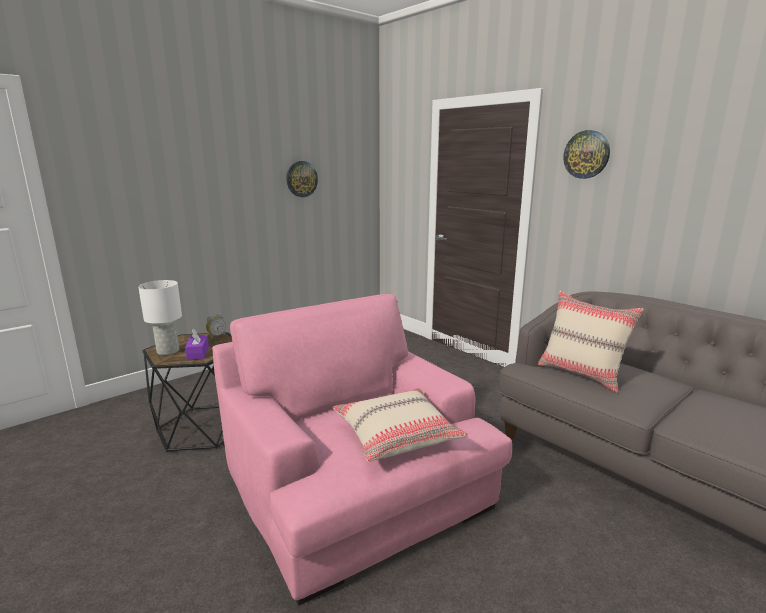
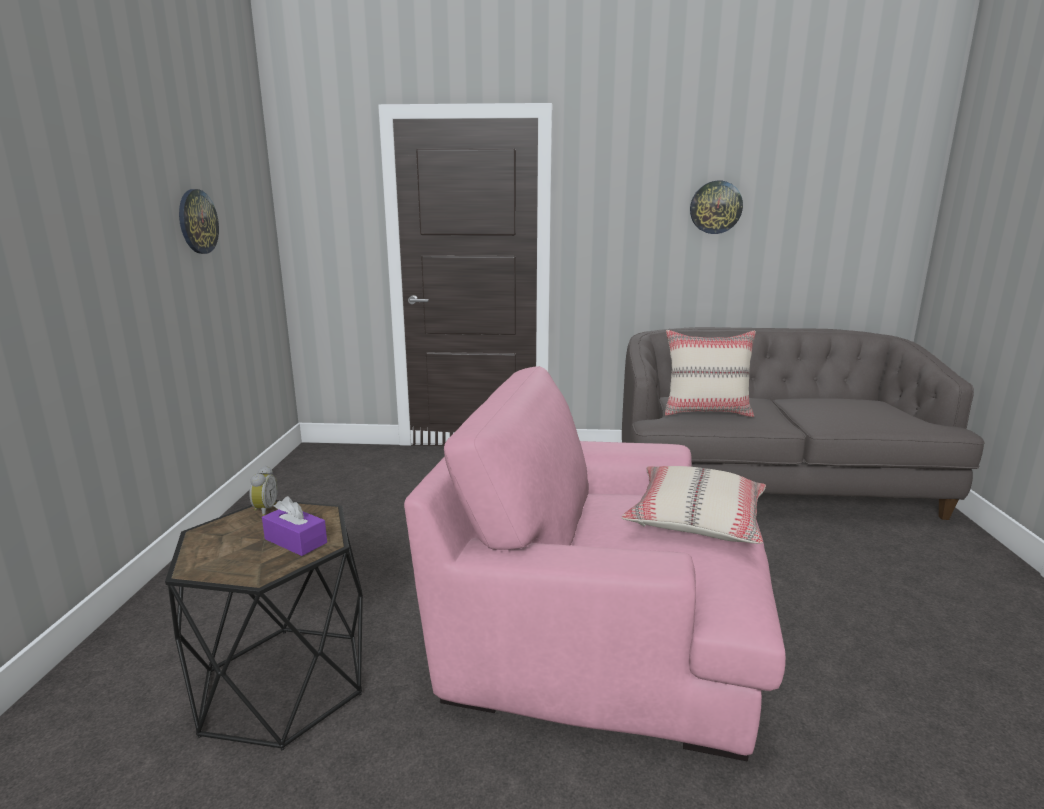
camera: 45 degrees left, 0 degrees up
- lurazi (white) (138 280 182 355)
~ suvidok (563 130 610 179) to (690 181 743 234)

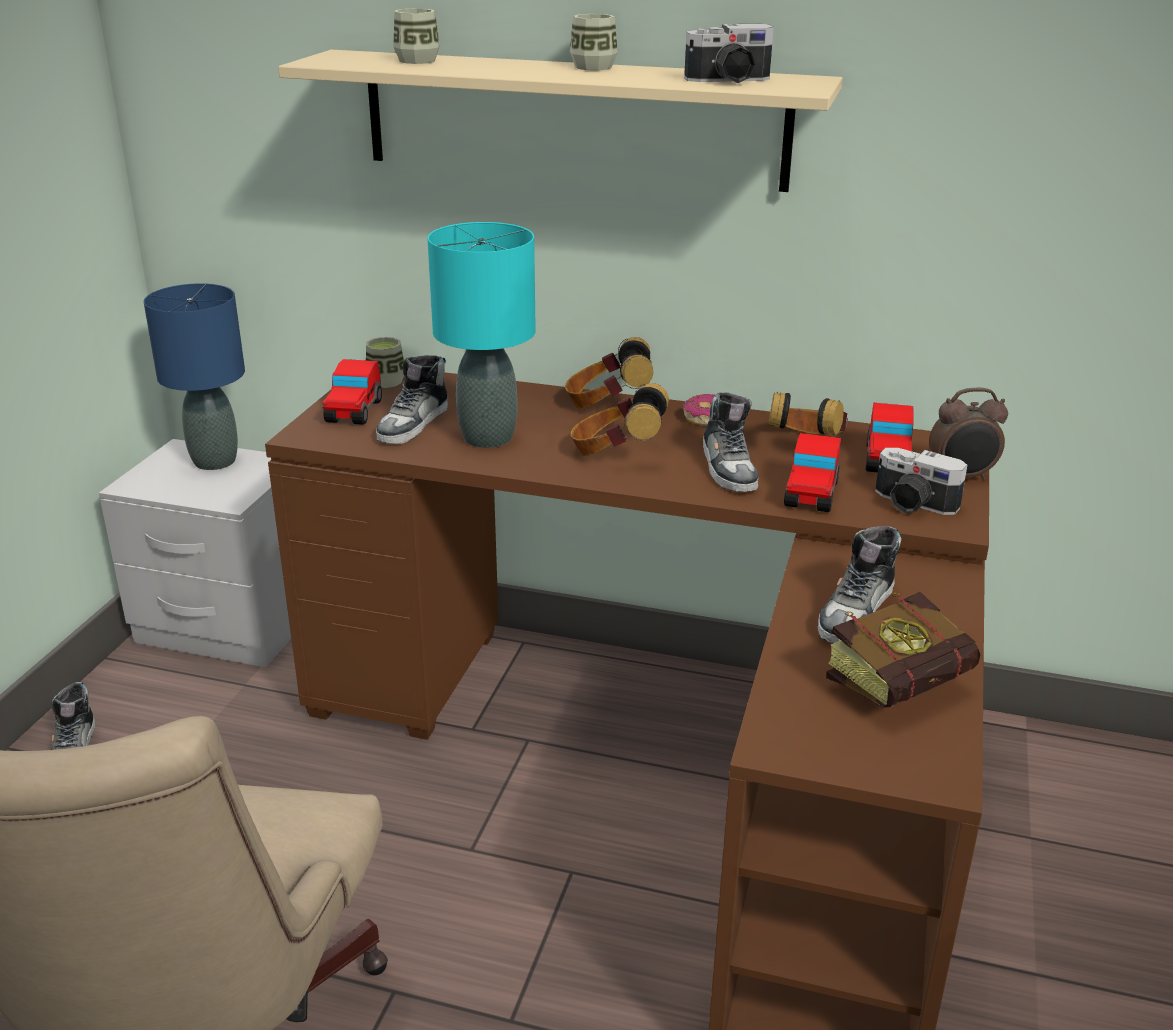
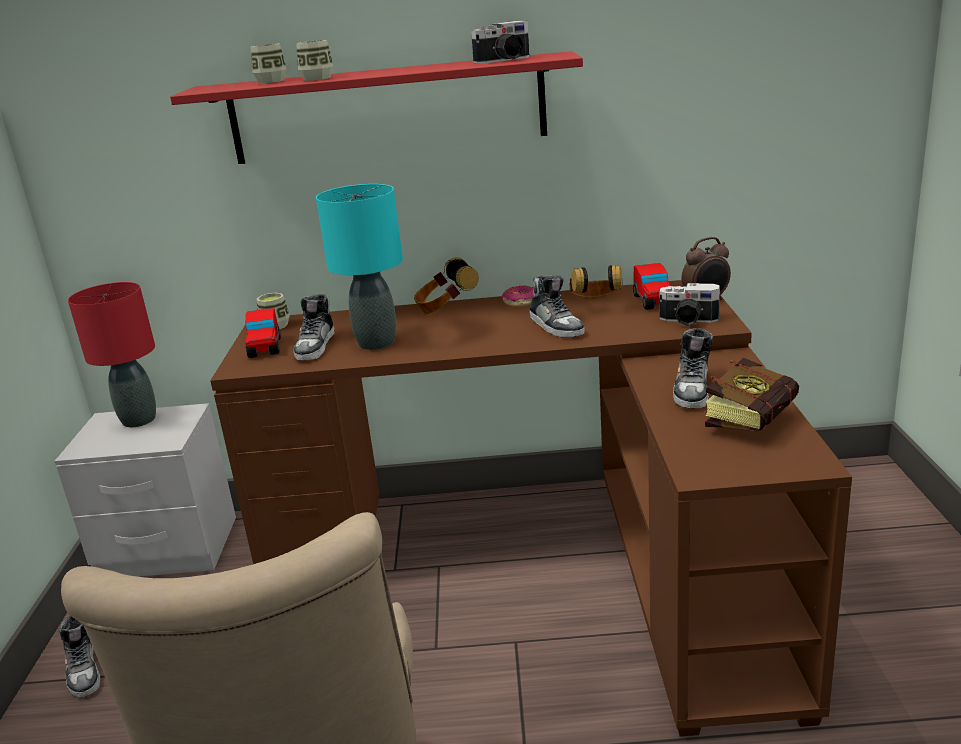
camera: 15 degrees left, 5 degrees down
- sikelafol (571 383 669 456)
- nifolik (784 433 841 512)
~ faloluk (570 14 618 71) to (296 40 333 81)
~ lurazi (blue) (144 283 245 470) to lurazi (red) (68 282 156 427)
~ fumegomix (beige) (278 50 843 192) to fumegomix (red) (170 51 583 164)

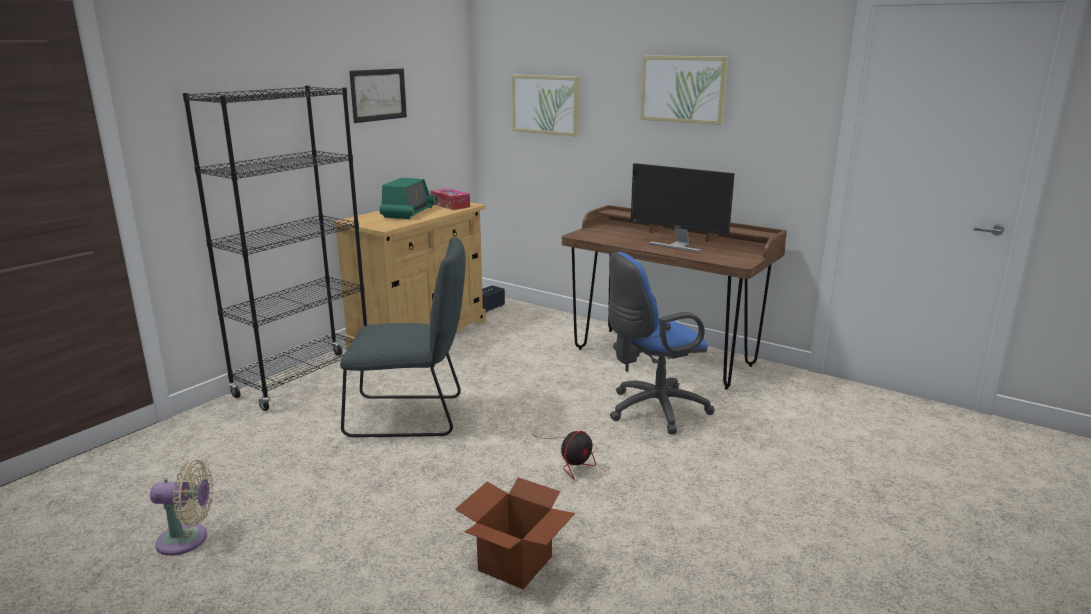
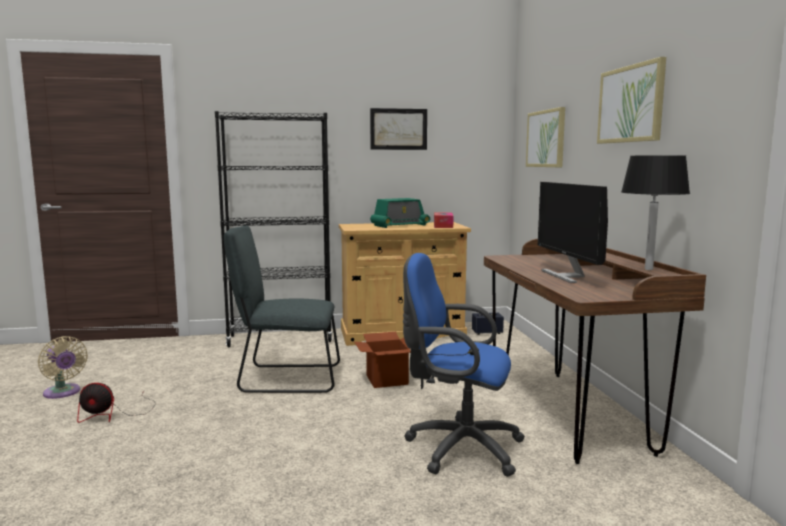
camera: 45 degrees right, 10 degrees down
+ lurazi (black) (621 155 690 270)
~ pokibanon (455 477 575 590) to (354 332 411 388)
~ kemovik (531 431 597 479) to (77 383 156 423)
~ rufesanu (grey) (340 237 466 437) = (224 225 340 393) 135 degrees clockwise

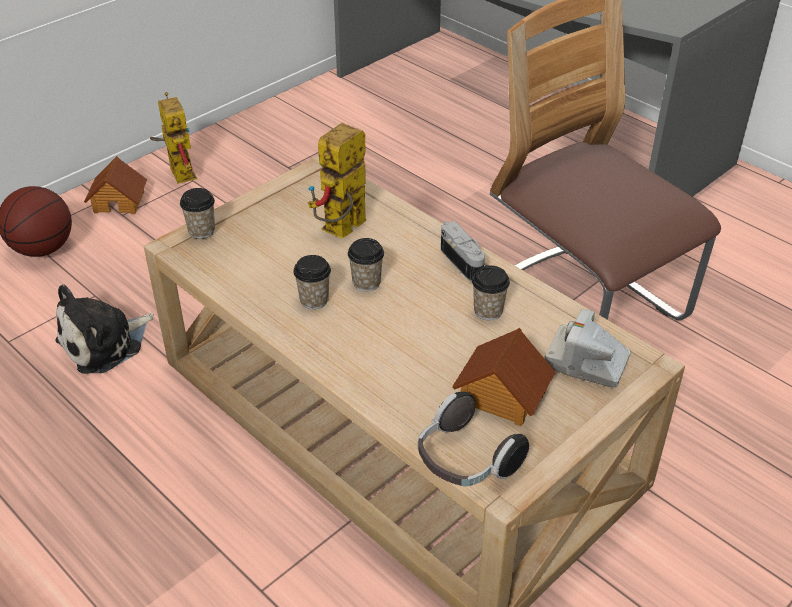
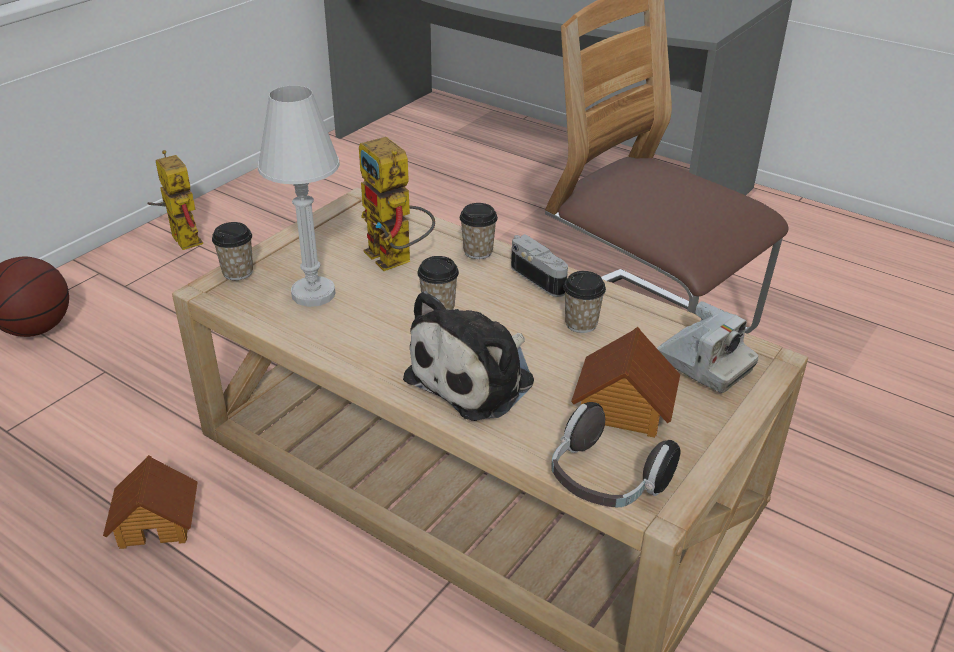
camera: 10 degrees left, 5 degrees down
+ lurazi (white) (258 85 340 307)
~ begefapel (55 284 154 374) to (403 291 534 421)
~ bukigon (84 156 147 214) to (103 455 198 549)
~ faloluk (293 255 331 309) to (460 203 498 259)
~ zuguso (308 123 366 239) = (359 137 435 271) 60 degrees counterclockwise
~ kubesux (544 309 630 388) = (657 301 758 393) 150 degrees counterclockwise

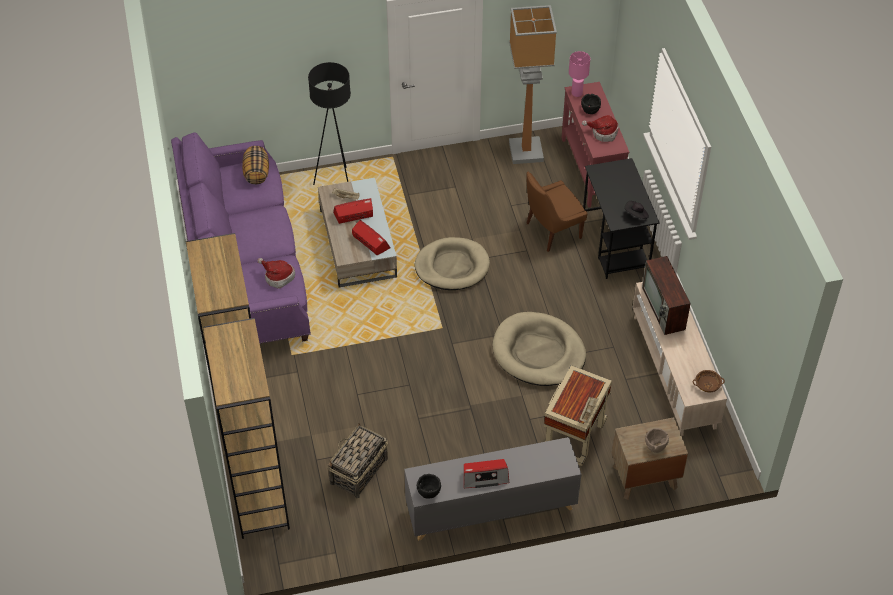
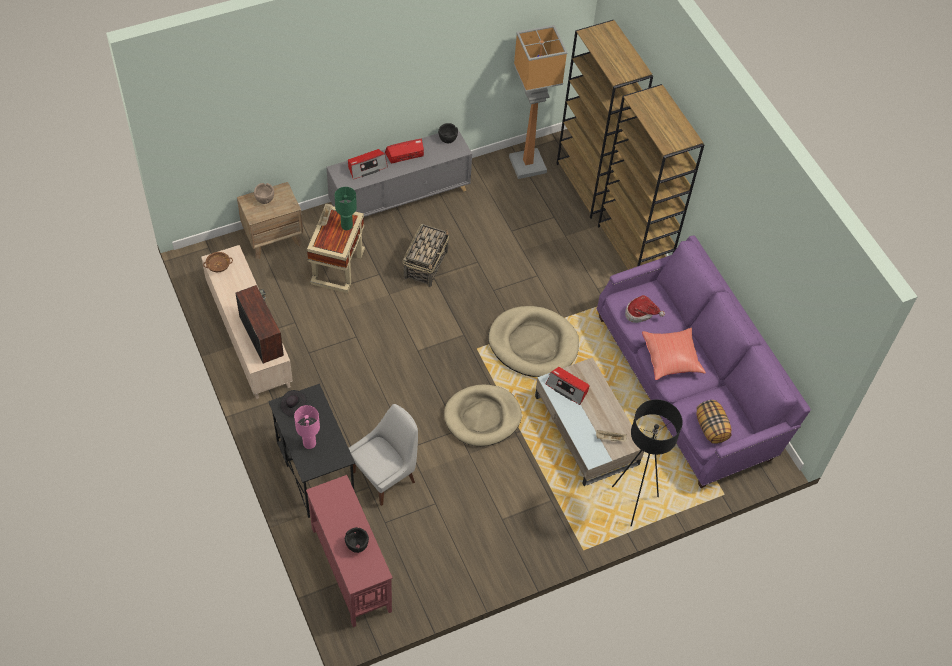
camera: 165 degrees right, 5 degrees up
- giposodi (582 115 619 142)
+ lurazi (green) (335 187 357 230)
+ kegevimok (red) (642 328 706 380)
~ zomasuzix (327 423 388 498) to (403 224 449 287)
~ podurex (333 198 373 224) to (348 149 388 180)
~ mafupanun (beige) (493 312 586 386) to (488 306 579 377)
~ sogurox (509 5 557 164) to (509 25 568 179)
~ lurazi (pink) (569 51 590 97) to (294 405 320 449)
~ rufesanu (brown) (526 172 588 252) to rufesanu (white) (349 404 418 506)

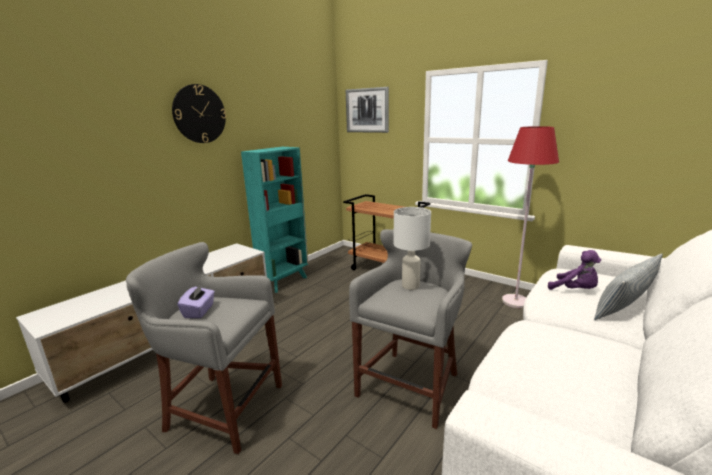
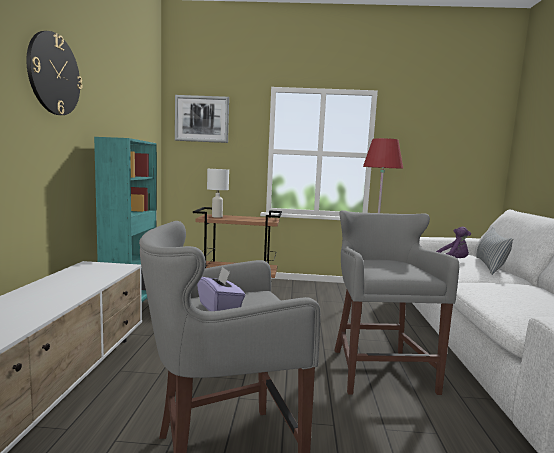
camera: 35 degrees left, 10 degrees down
~ lurazi (white) (394 207 431 290) to (207 169 229 218)

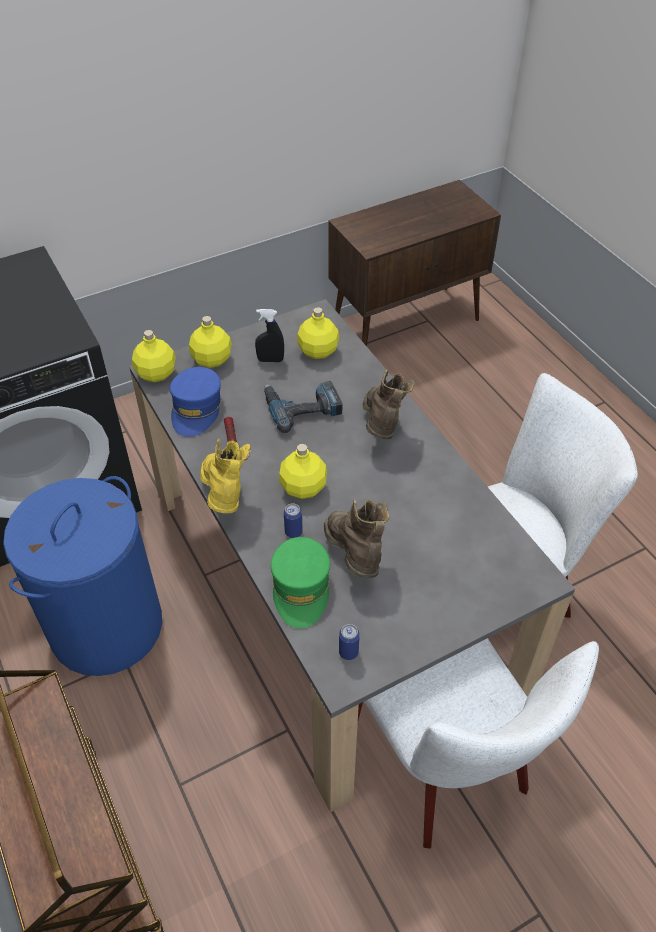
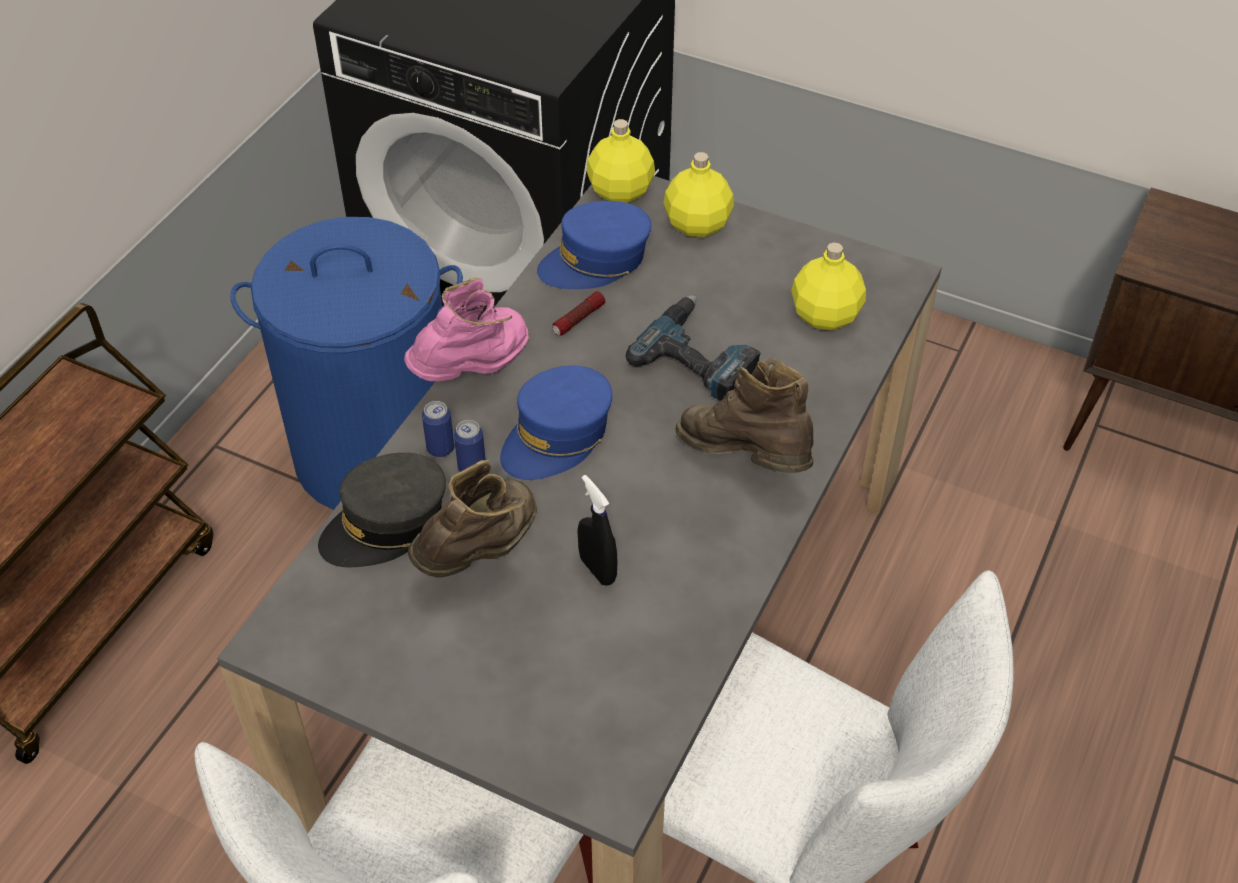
camera: 55 degrees right, 0 degrees up
~ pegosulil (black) (255 309 284 362) to (577 475 618 585)
~ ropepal (339 624 360 660) to (422 401 454 457)
~ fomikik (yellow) (279 444 327 499) to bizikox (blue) (500 366 612 480)
~ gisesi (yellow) (200 438 251 513) to gisesi (pink) (404 278 529 381)
~ bizikox (green) (271 537 330 628) to bizikox (grey) (318 453 446 568)
~ gisesi (brown) (363 369 415 439) = (675 358 813 474) 105 degrees counterclockwise

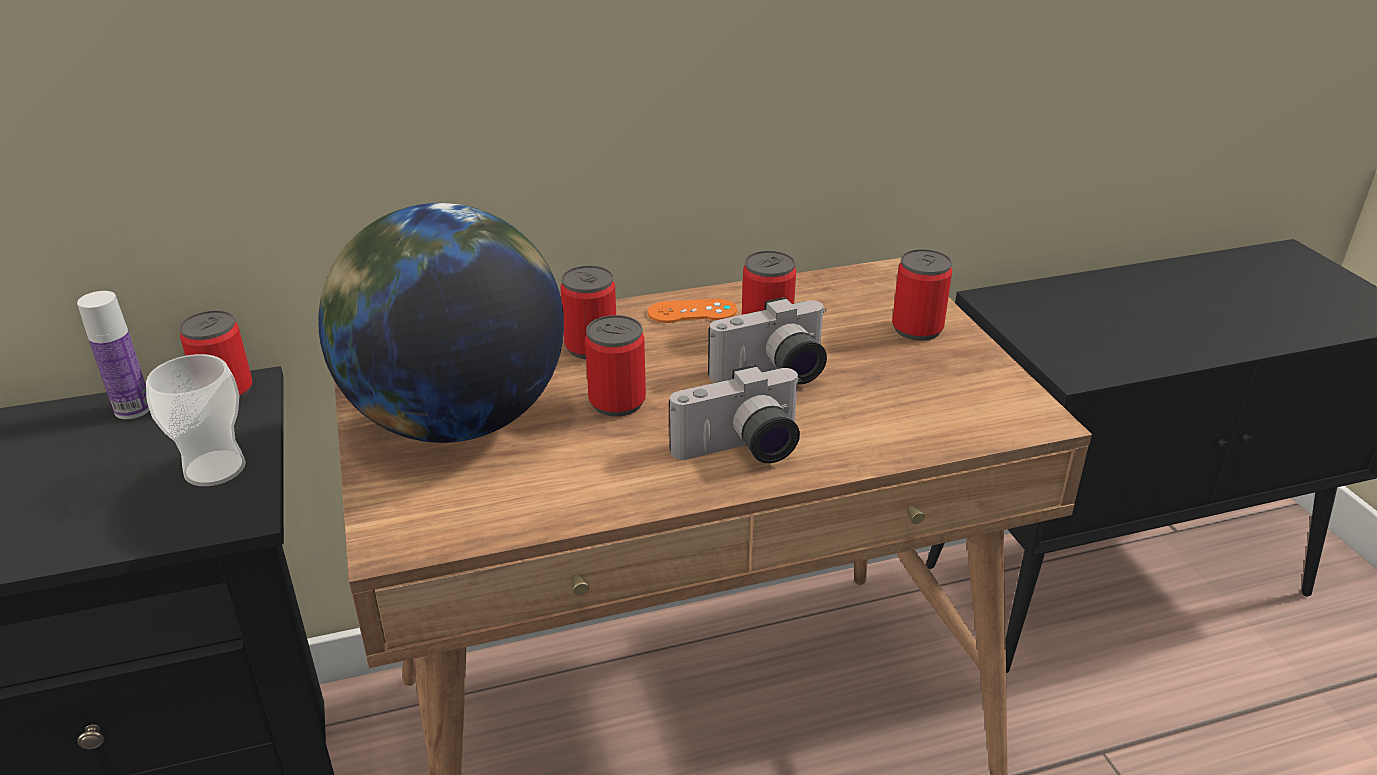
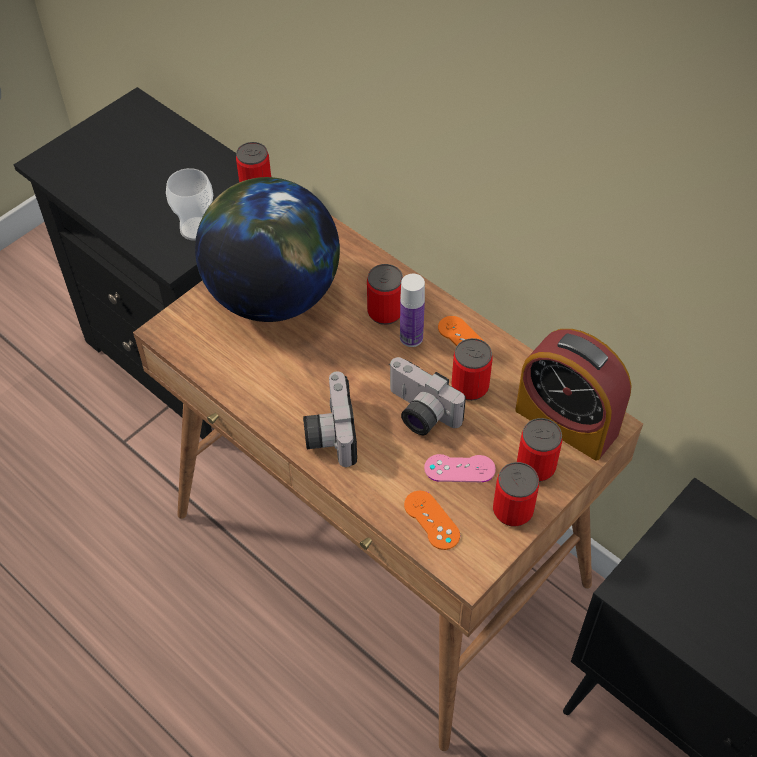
camera: 60 degrees right, 20 degrees up
+ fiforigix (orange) (404 491 460 550)
+ fiforigix (pink) (424 454 496 482)
+ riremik (515 329 632 461)
~ fomikik (77 291 150 419) to (400 274 425 347)
~ ropepal (585 315 646 417) to (493 462 539 527)
~ kubesux (669 365 801 463) = (303 371 357 467) 45 degrees clockwise

